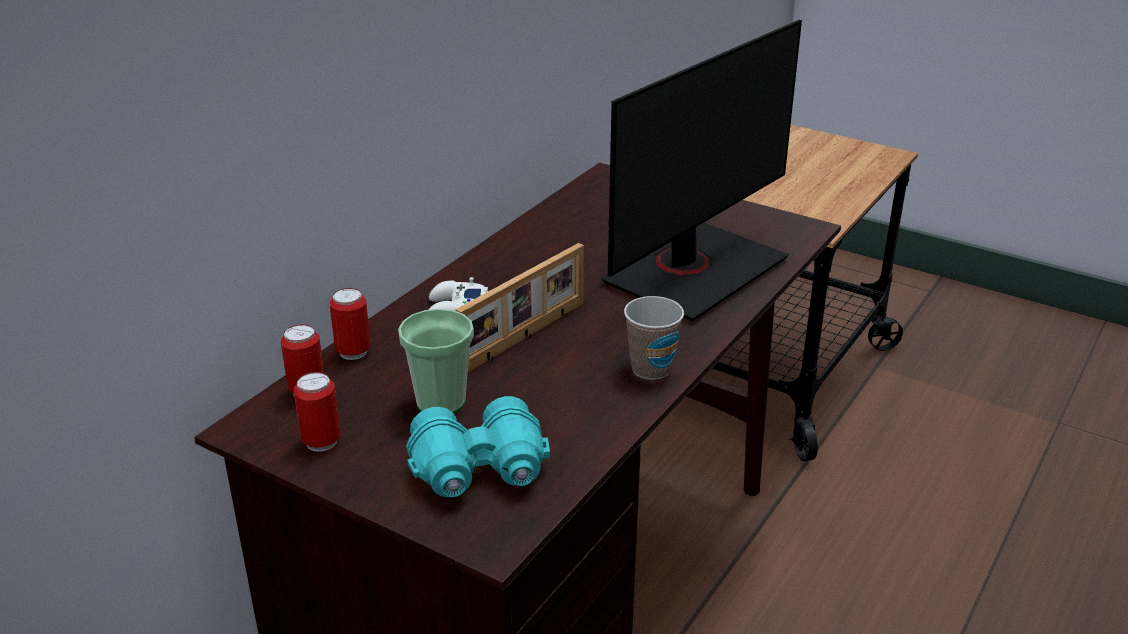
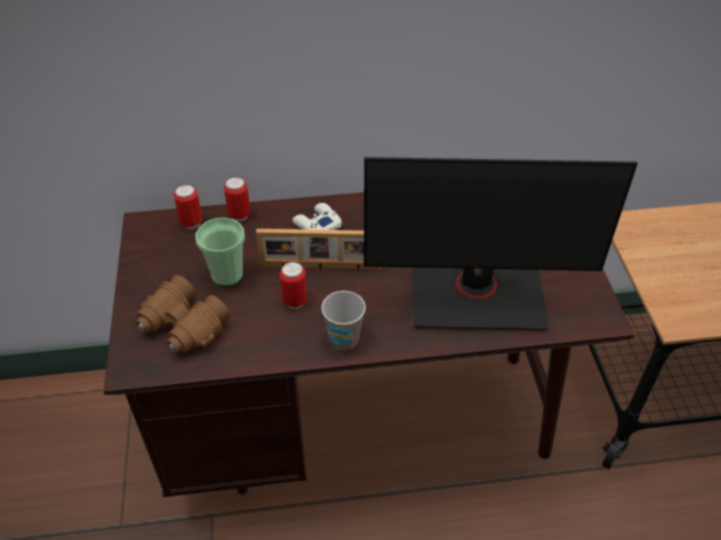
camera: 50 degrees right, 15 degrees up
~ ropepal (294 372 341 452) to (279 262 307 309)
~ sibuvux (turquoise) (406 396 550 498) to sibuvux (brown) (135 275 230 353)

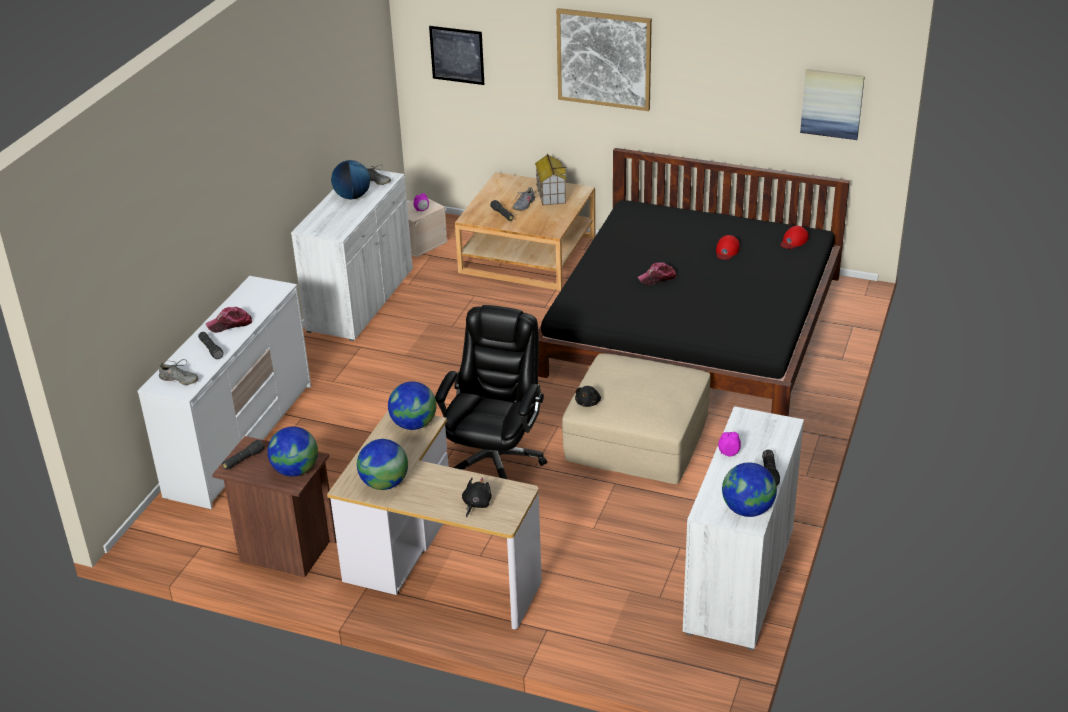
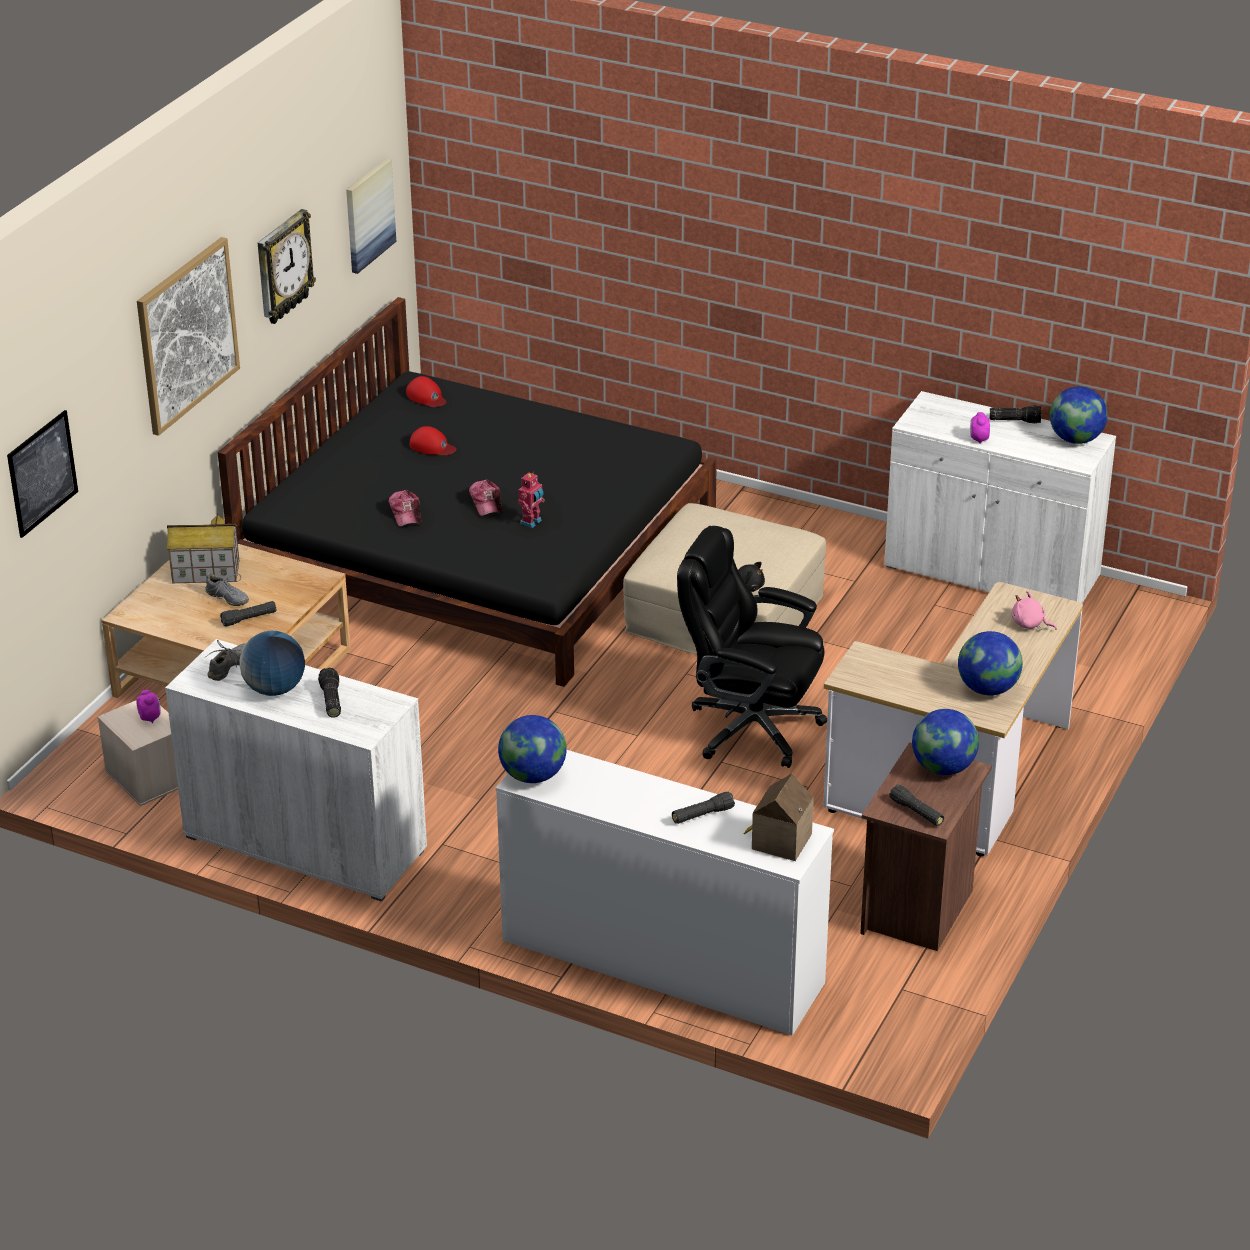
camera: 85 degrees left, 0 degrees up
+ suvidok (258 209 316 324)
+ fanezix (318 667 341 718)
+ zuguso (518 472 545 528)
~ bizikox (206 307 252 333) to (389 490 422 526)
~ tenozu (388 381 436 430) to (498 715 567 783)
~ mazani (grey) (159 359 198 385) to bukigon (744 774 814 861)
~ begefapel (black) (462 477 492 517) to begefapel (pink) (1012 591 1057 630)

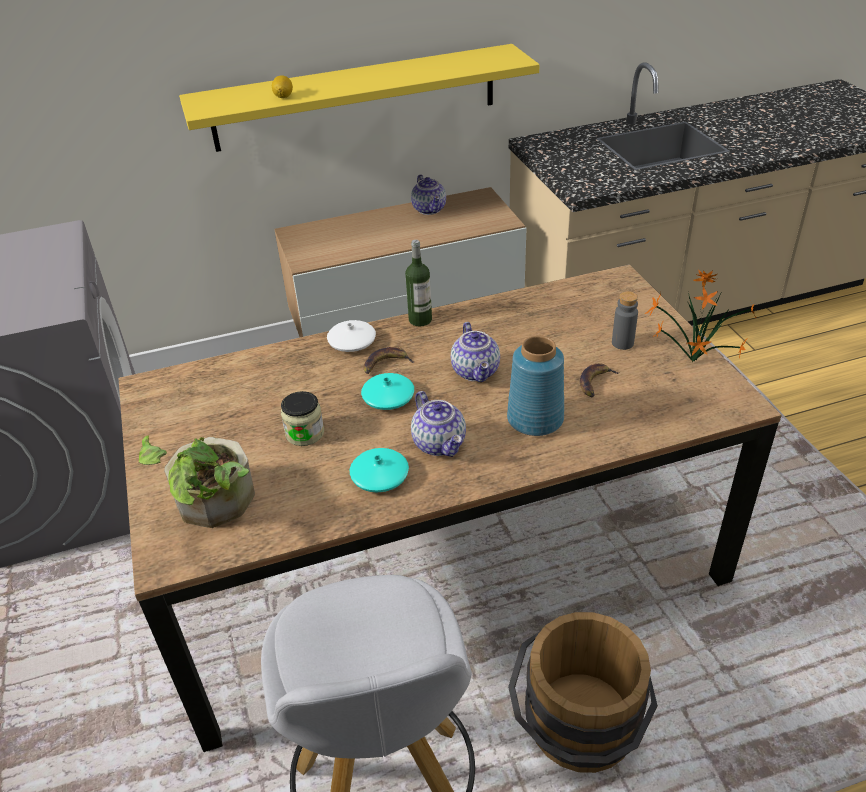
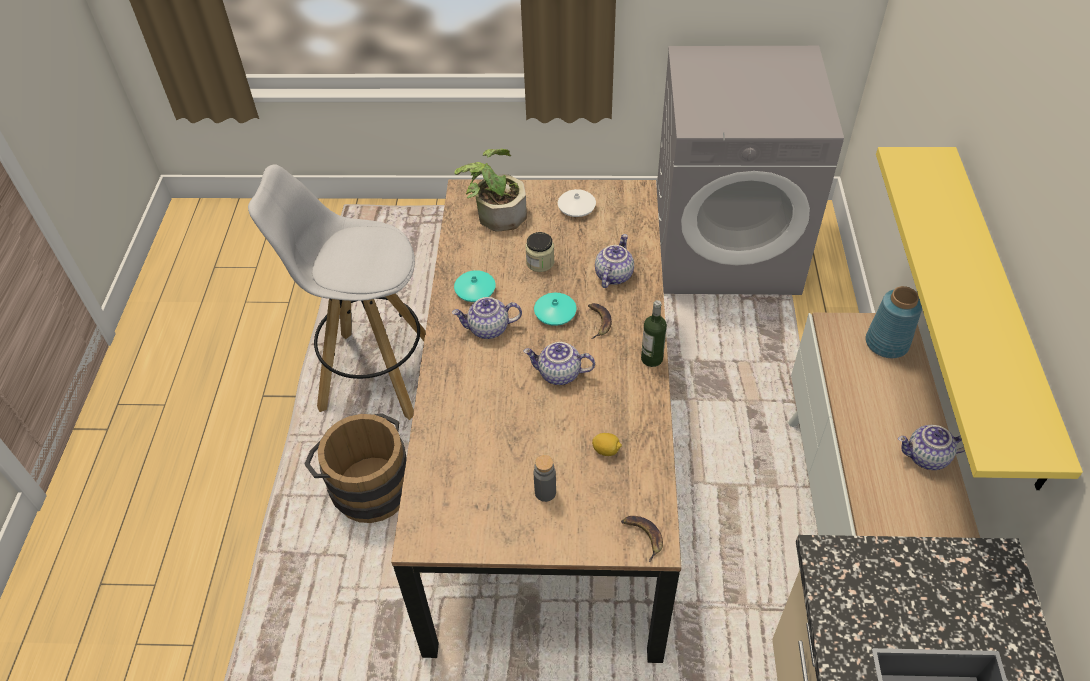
camera: 110 degrees right, 10 degrees up
- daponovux (644 269 758 362)
+ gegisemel (595 234 634 288)
~ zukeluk (272 76 293 98) to (592 433 622 456)
~ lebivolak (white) (327 320 376 352) to (558 189 596 217)
~ lebivolak (blue) (507 336 564 436) to (866 286 922 358)
~ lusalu (580 363 620 398) to (621 516 663 562)

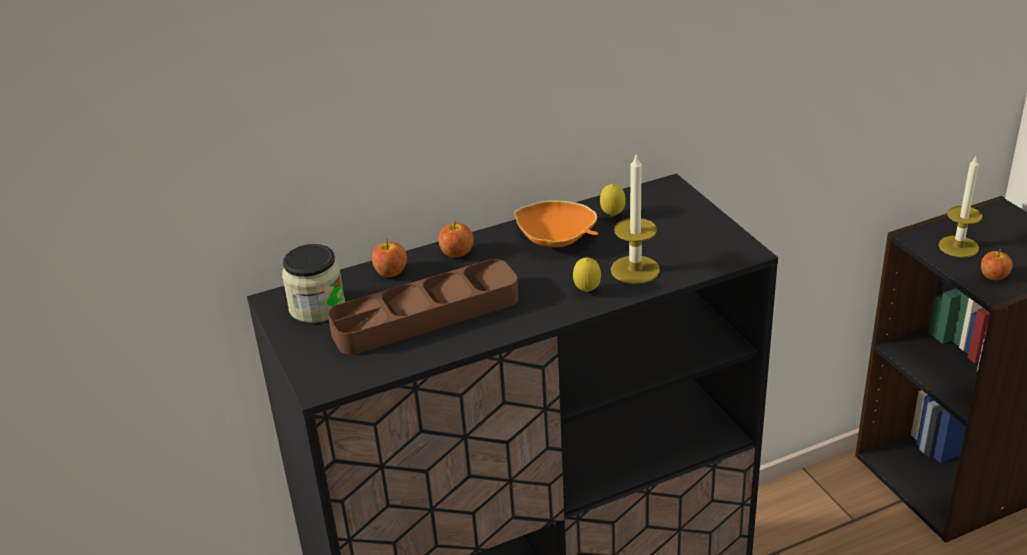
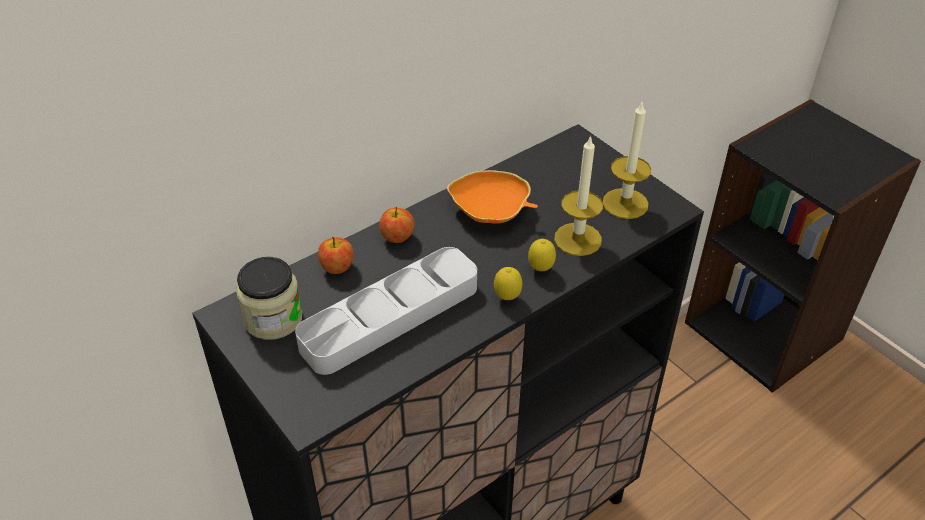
camera: 15 degrees left, 10 degrees up
- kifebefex (981 249 1013 281)
~ zukeluk (600 184 626 216) to (494 267 522 300)
~ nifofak (939 156 982 257) to (603 100 651 219)
~ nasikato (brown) (328 259 519 355) to nasikato (grey) (295 247 477 375)

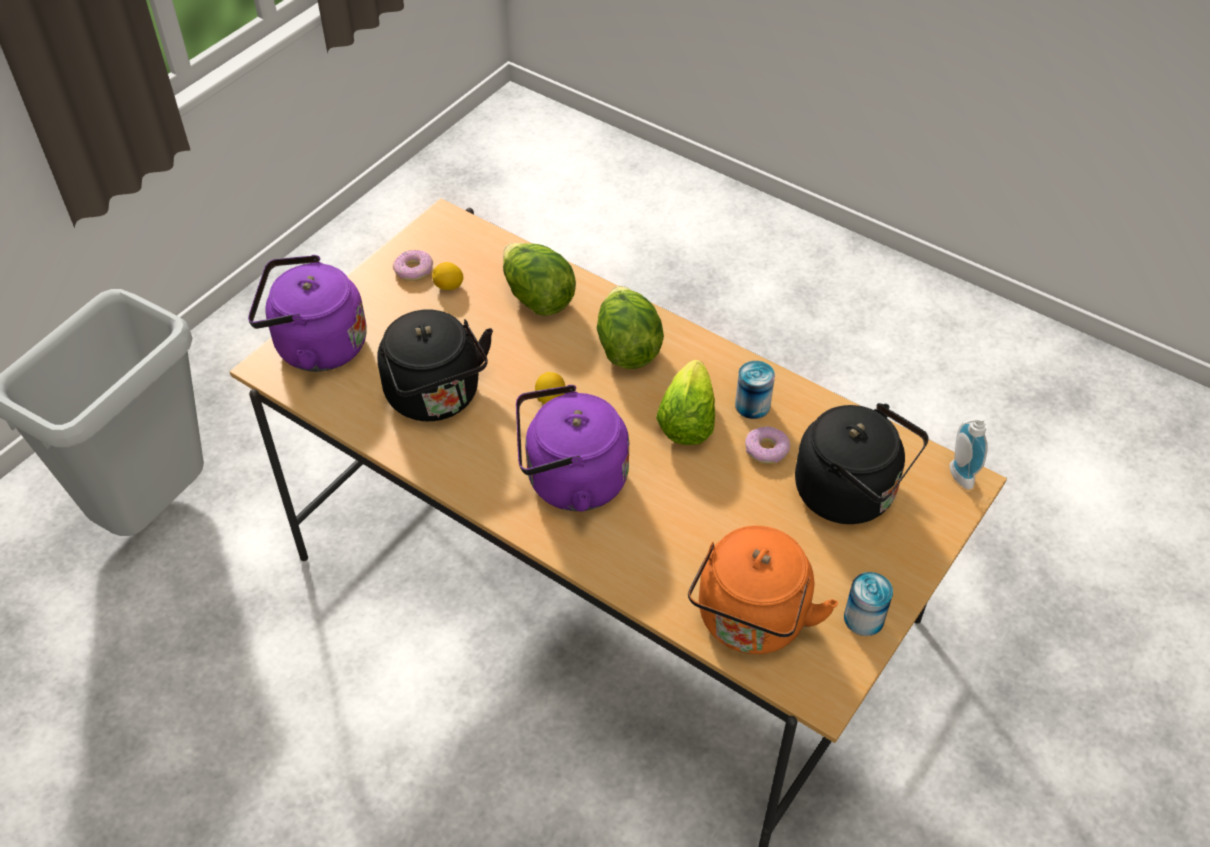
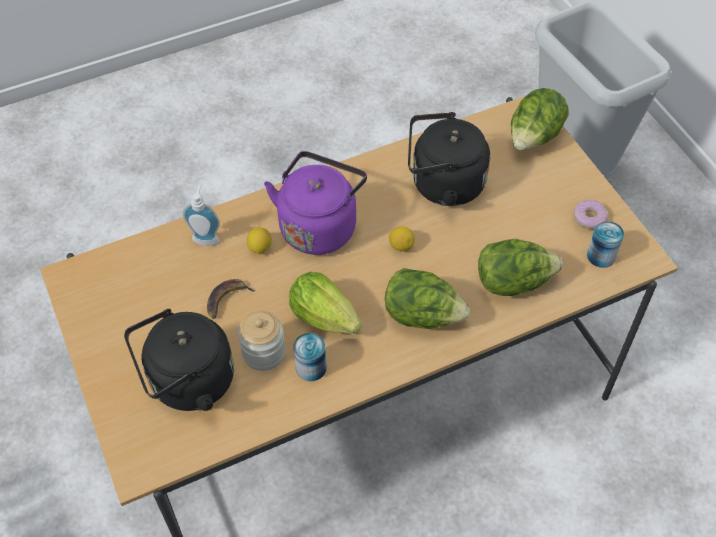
camera: 120 degrees right, 5 degrees up
- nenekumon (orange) (688 526 838 654)
+ lusalu (207 279 256 319)
~ zukeluk (432 262 464 290) to (247 227 272 254)
~ ropepal (844 572 893 636) to (587 221 624 268)
~ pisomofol (949 414 988 489) to (183 185 220 246)
~ nenekumon (purple) (248 255 367 372) to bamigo (511 88 569 150)
~ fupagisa (745 426 790 464) to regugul (238 310 286 371)

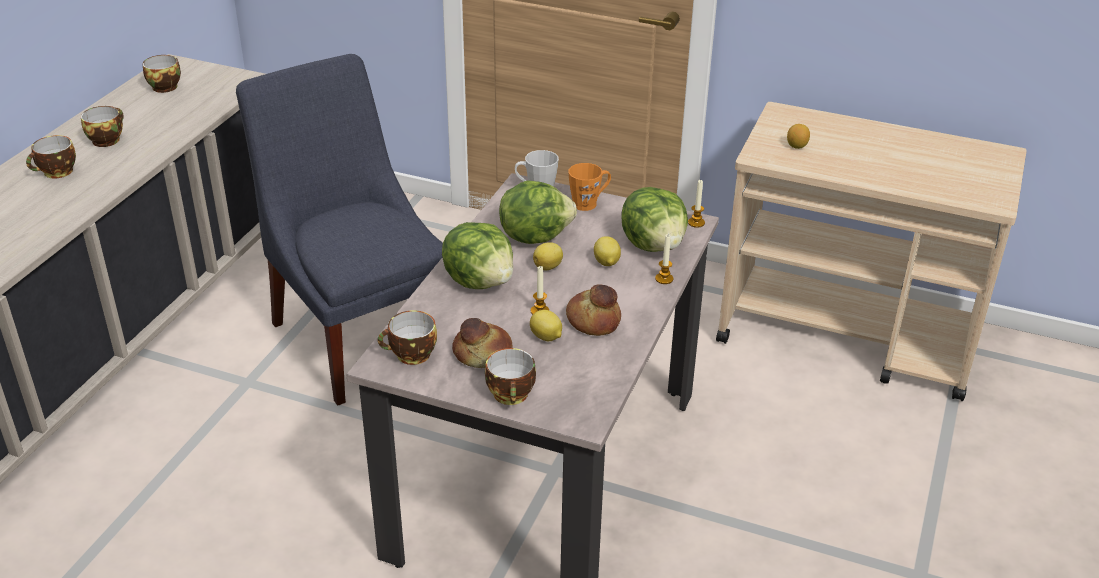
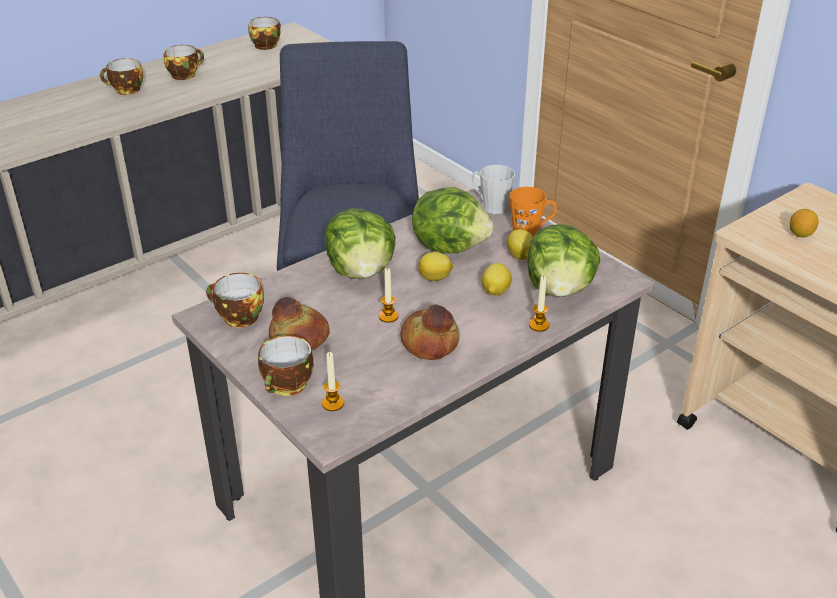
camera: 30 degrees right, 0 degrees up
~ zukeluk (530 310 562 341) to (507 229 533 260)
~ nifofak (688 180 705 228) to (322 352 344 411)

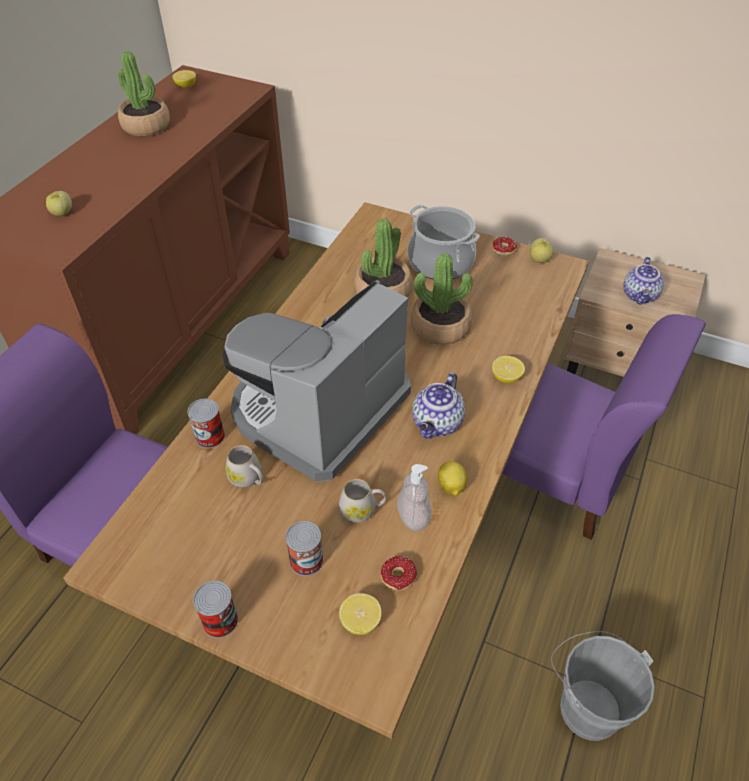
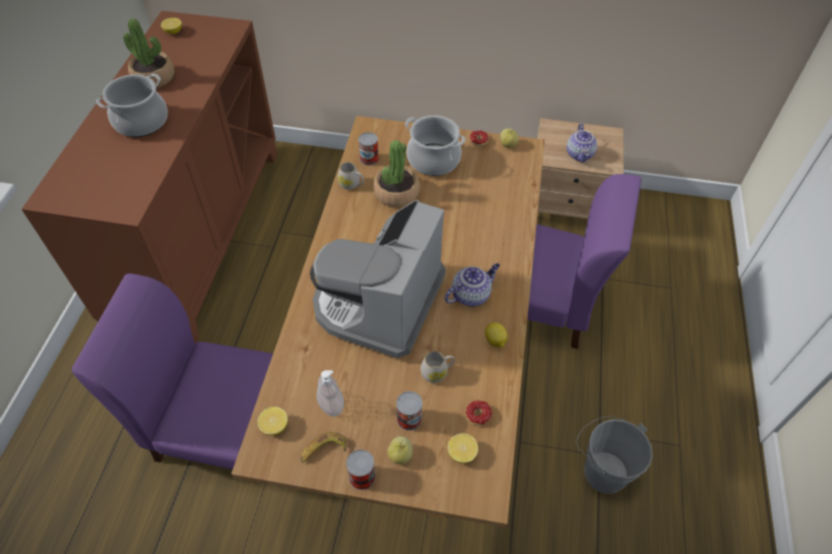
camera: 15 degrees left, 5 degrees up
- daponovux (411 253 473 345)
+ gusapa (96 73 168 137)
+ lusalu (301 432 346 462)
~ kifebefex (46 191 72 216) to (387 436 413 464)
~ ropepal (187 398 225 448) to (358 132 379 165)
~ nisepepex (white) (226 445 263 487) to (338 162 364 190)
~ pisomofol (397 464 432 531) to (316 370 344 417)
~ zukeluk (492 356 525 383) to (258 407 288 435)
~ gegisemel (412 372 465 439) = (444 263 500 306) 135 degrees counterclockwise

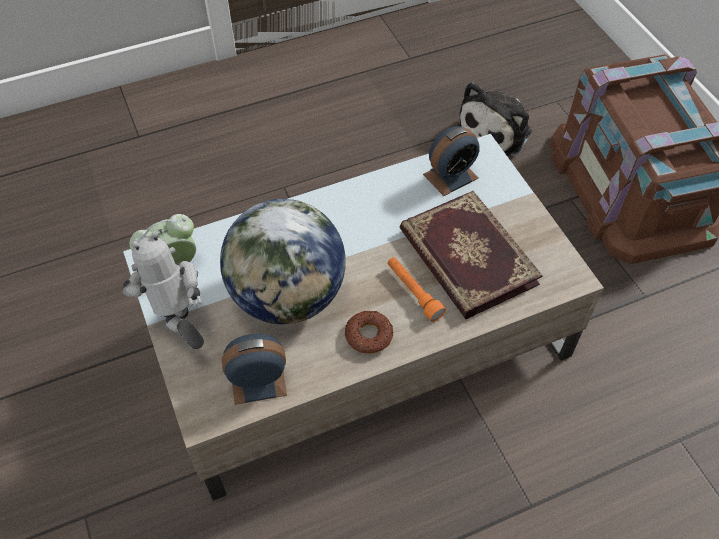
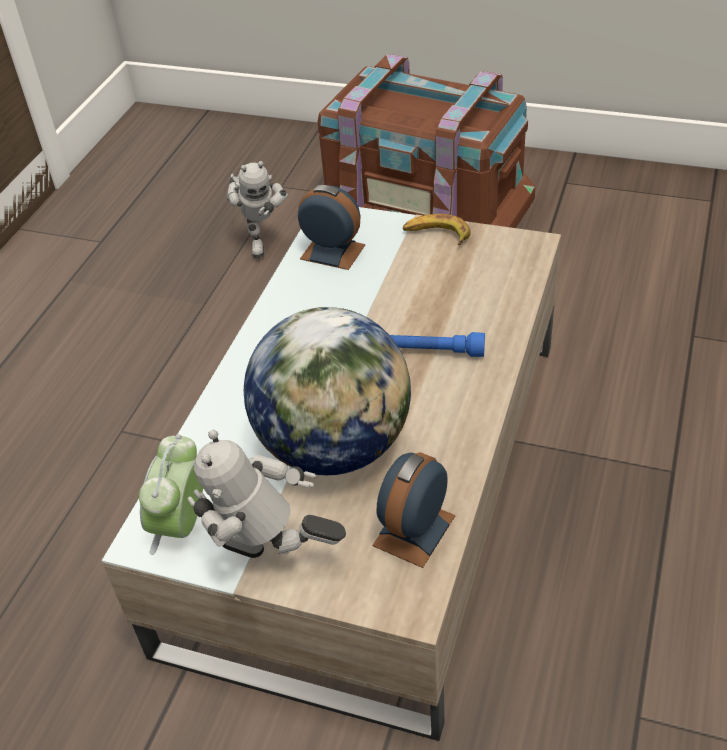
camera: 45 degrees left, 10 degrees down
- fupagisa (345 310 394 354)
- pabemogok (400 191 543 319)
+ lusalu (403 214 470 245)
~ begefapel (457 82 532 157) to zuguso (226 161 289 258)
~ fanezix (orange) (387 257 446 322) to fanezix (blue) (390 332 485 357)
~ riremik (423 126 480 196) = (298 185 366 270) 75 degrees counterclockwise

